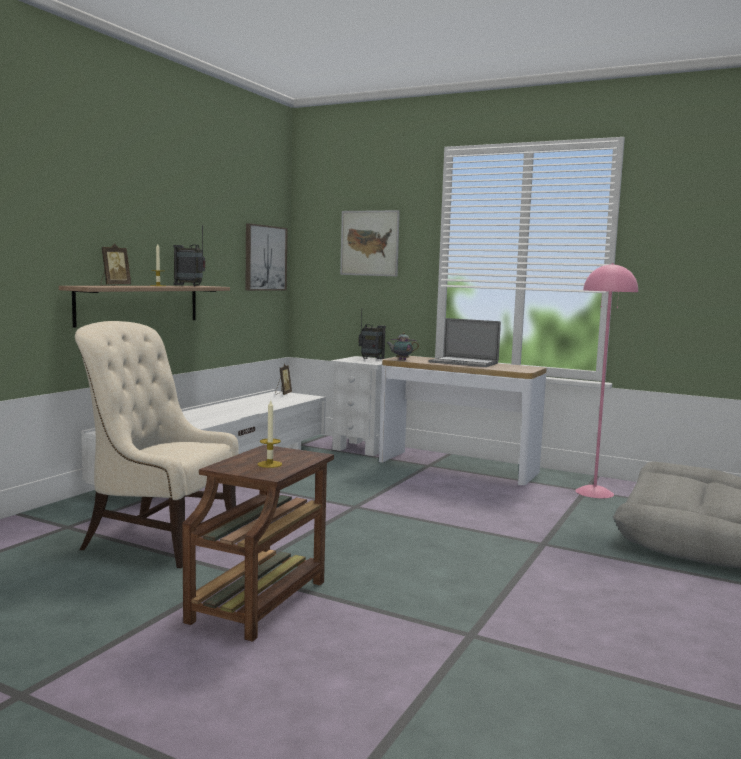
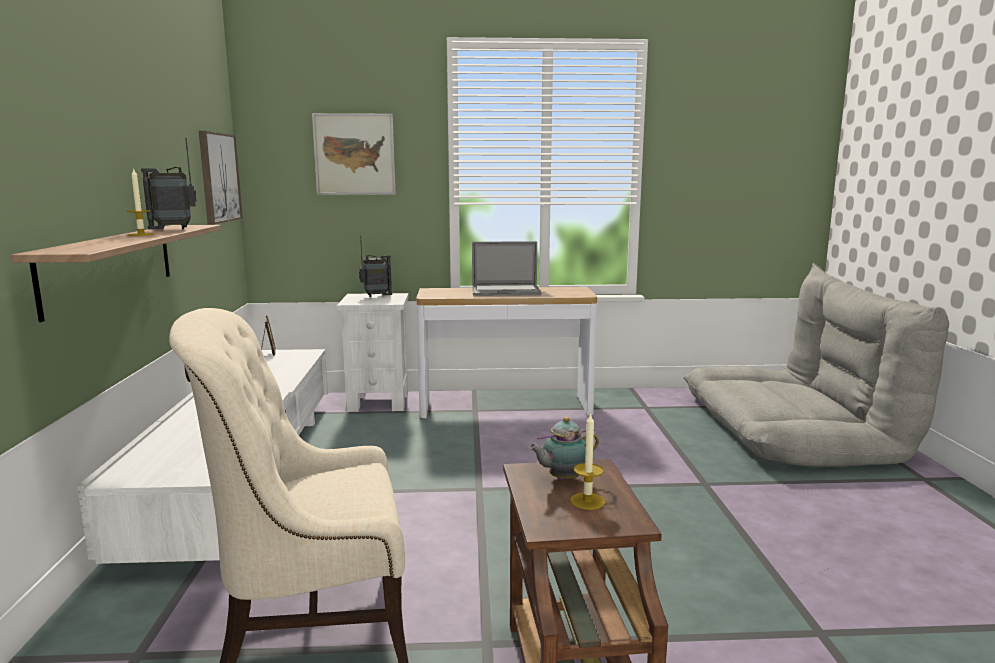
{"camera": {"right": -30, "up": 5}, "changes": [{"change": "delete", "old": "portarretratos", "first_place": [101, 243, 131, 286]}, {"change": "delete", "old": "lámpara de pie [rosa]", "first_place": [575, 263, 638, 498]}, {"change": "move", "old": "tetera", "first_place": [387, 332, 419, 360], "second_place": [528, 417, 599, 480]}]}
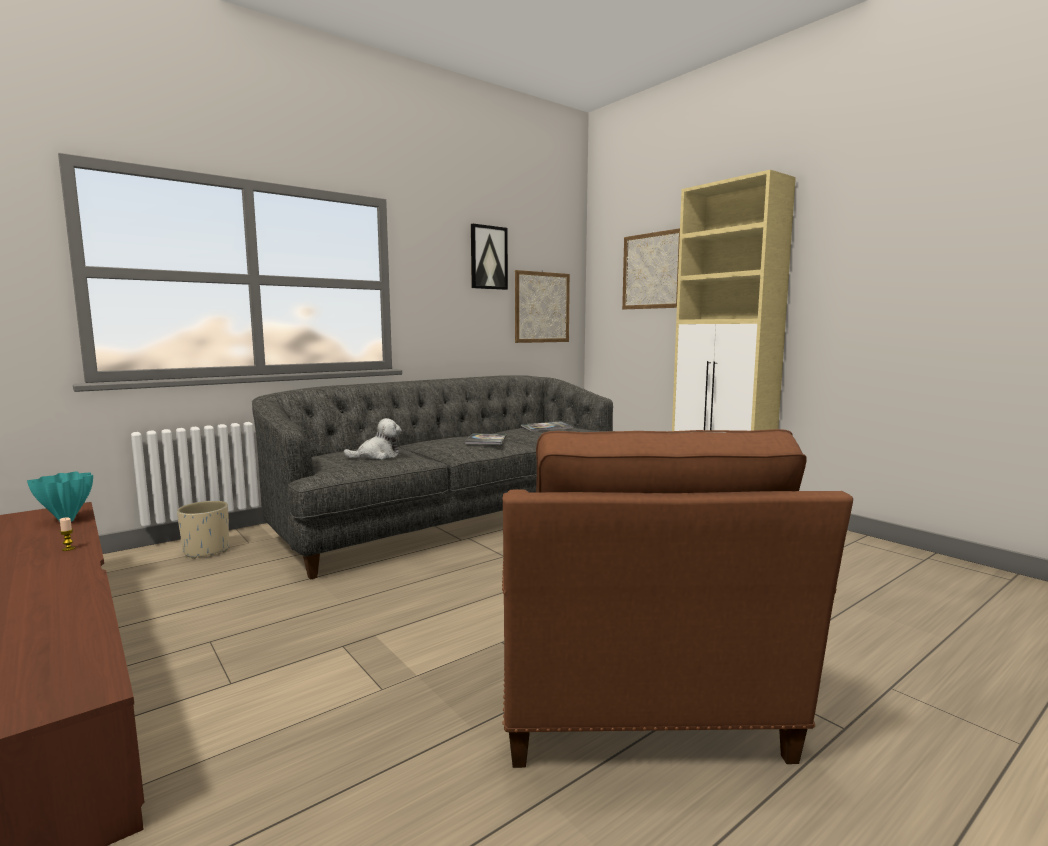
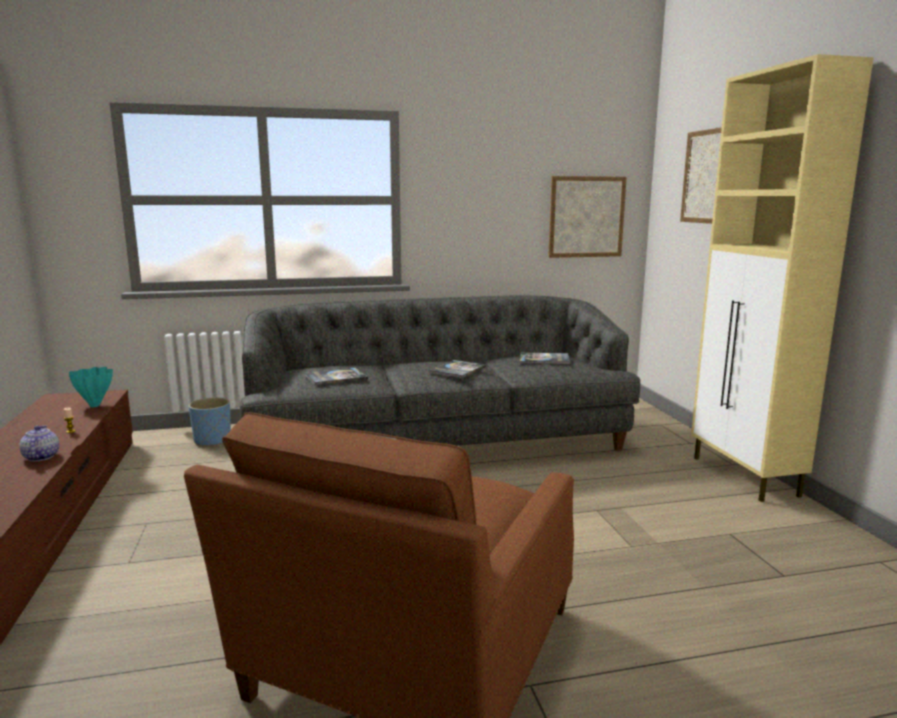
{"camera": {"right": 25, "up": 5}, "changes": [{"change": "delete", "old": "cuadro", "first_place": [471, 224, 508, 290]}, {"change": "replace", "old": "peluche", "new": "libro", "first_place": [343, 418, 402, 459], "second_place": [305, 368, 368, 385]}, {"change": "recolor", "old": "maceta [beis]", "new": "maceta [azul]", "first_place": [177, 501, 229, 559], "second_place": [189, 398, 231, 446]}, {"change": "insert", "new": "tetera", "second_place": [20, 426, 59, 462]}]}
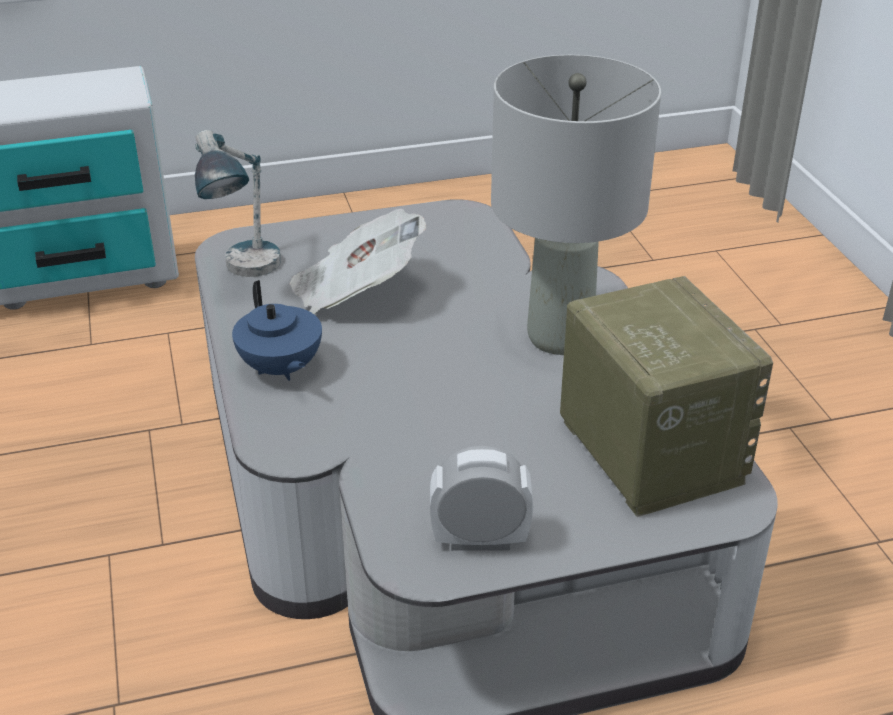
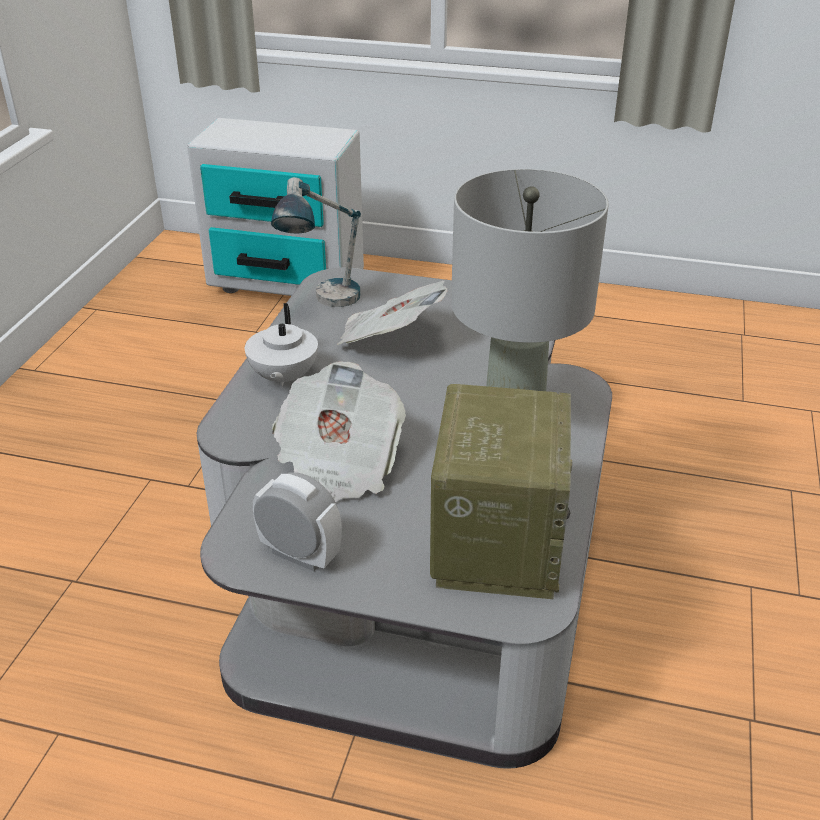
{"camera": {"right": 30, "up": 0}, "changes": [{"change": "recolor", "old": "tetera [azul]", "new": "tetera [blanco]", "first_place": [232, 280, 322, 381], "second_place": [245, 303, 318, 388]}, {"change": "insert", "new": "periódico", "second_place": [272, 361, 406, 502]}]}
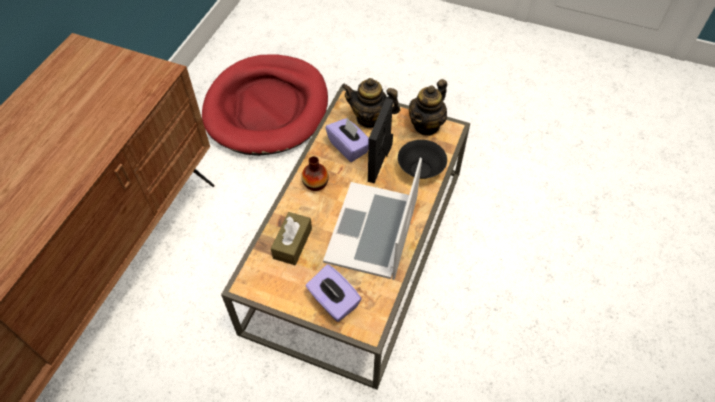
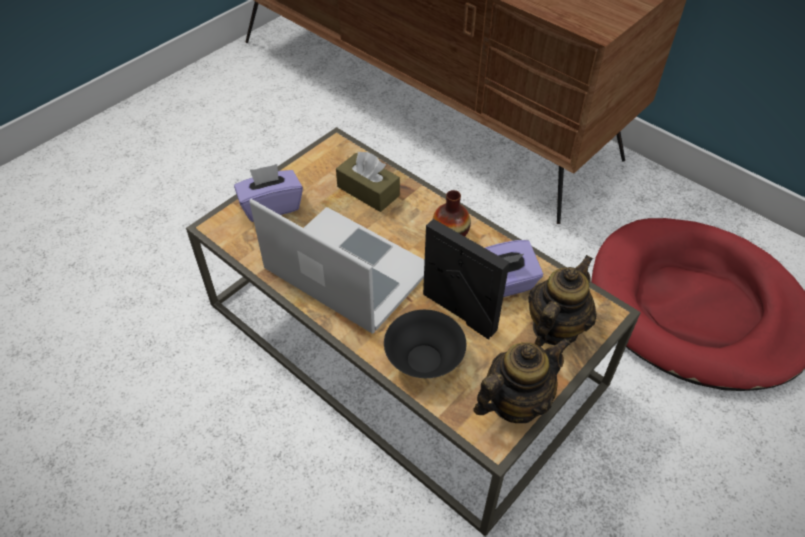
{"camera": {"right": 110, "up": -5}, "changes": [{"change": "rotate", "old": "tetera", "first_place": [409, 79, 447, 136], "second_place": [473, 338, 571, 423], "degrees": 90}]}
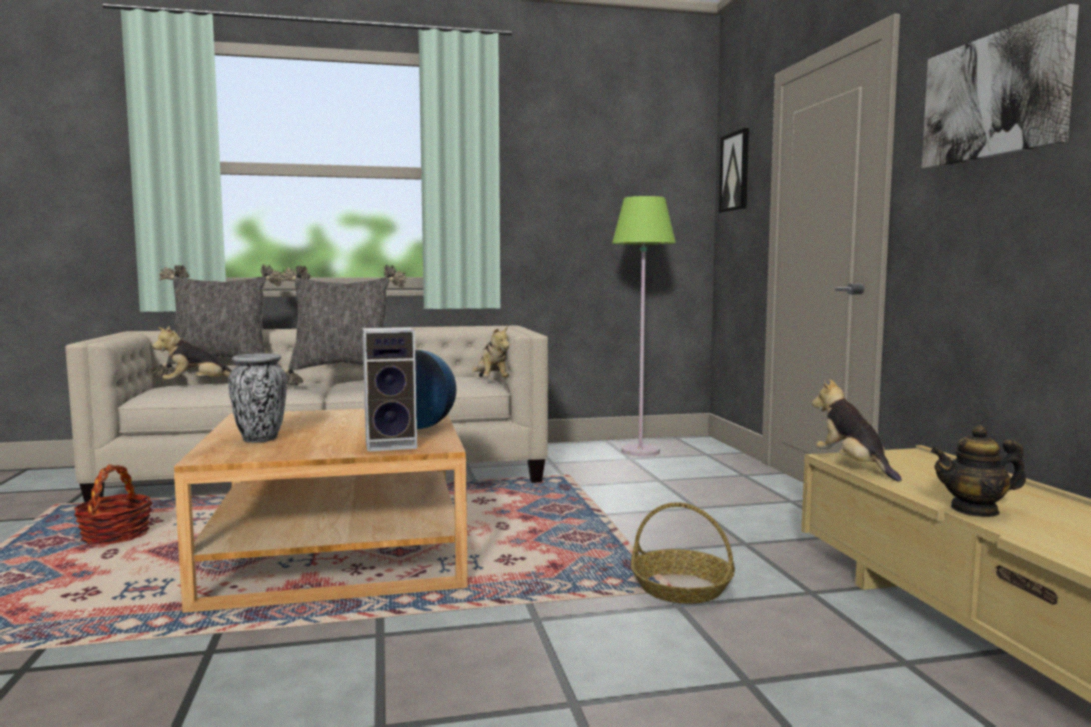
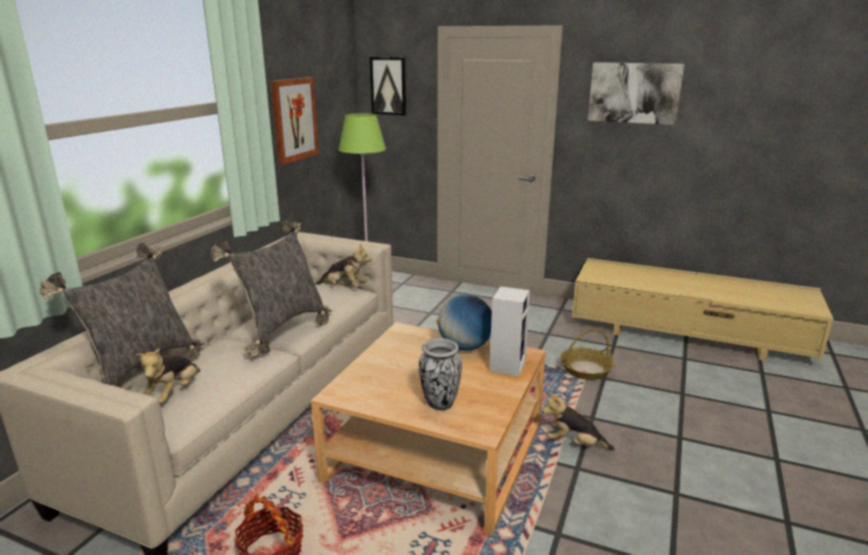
{"camera": {"right": -55, "up": 15}, "changes": [{"change": "move", "old": "peluche", "first_place": [812, 379, 902, 482], "second_place": [542, 392, 615, 450]}, {"change": "delete", "old": "tetera", "first_place": [931, 425, 1026, 517]}, {"change": "insert", "new": "cuadro", "second_place": [271, 77, 319, 165]}]}
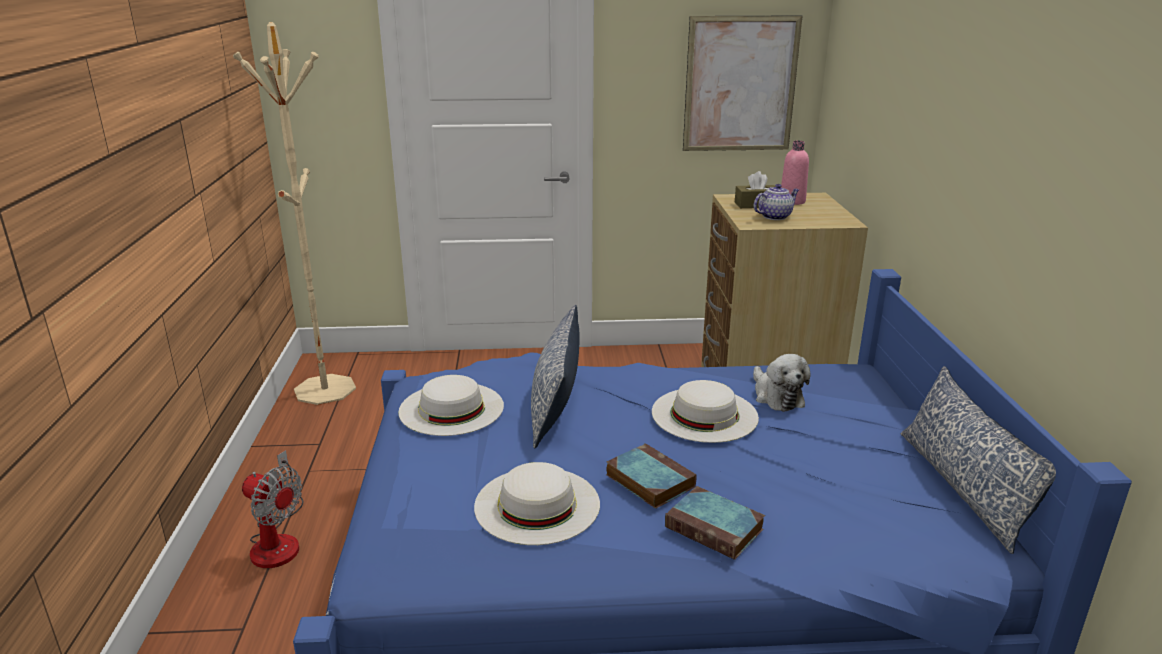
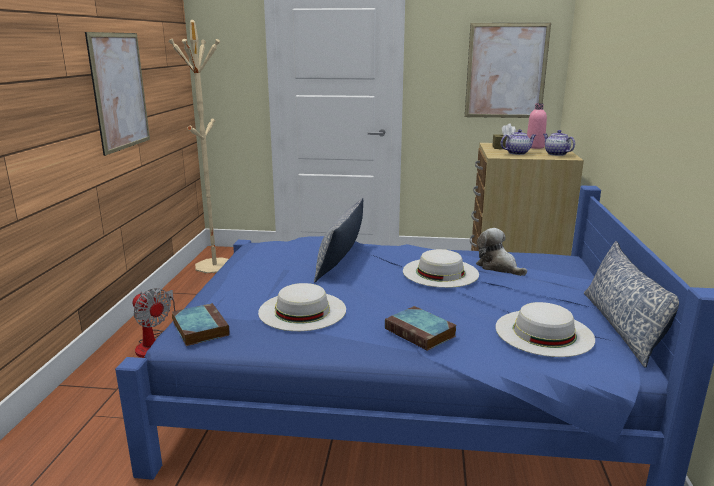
{"camera": {"right": 10, "up": -5}, "changes": [{"change": "rotate", "old": "peluche", "first_place": [753, 354, 811, 412], "second_place": [476, 228, 527, 276], "degrees": 150}, {"change": "move", "old": "sombrero [blanco]", "first_place": [398, 375, 504, 436], "second_place": [496, 302, 595, 357]}, {"change": "move", "old": "libro", "first_place": [606, 443, 697, 509], "second_place": [172, 303, 229, 346]}, {"change": "insert", "new": "cuadro", "second_place": [85, 32, 150, 156]}, {"change": "insert", "new": "tetera", "second_place": [543, 130, 575, 156]}]}
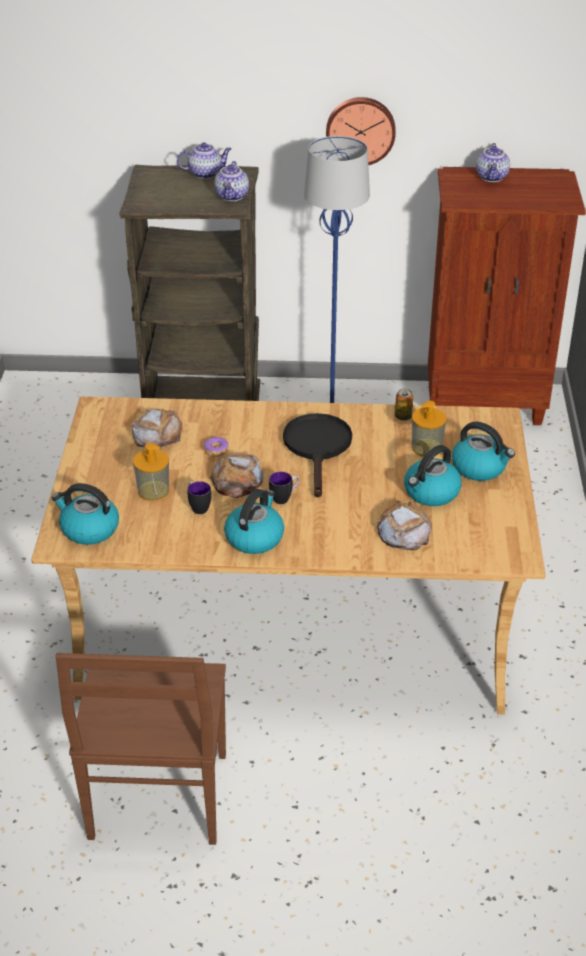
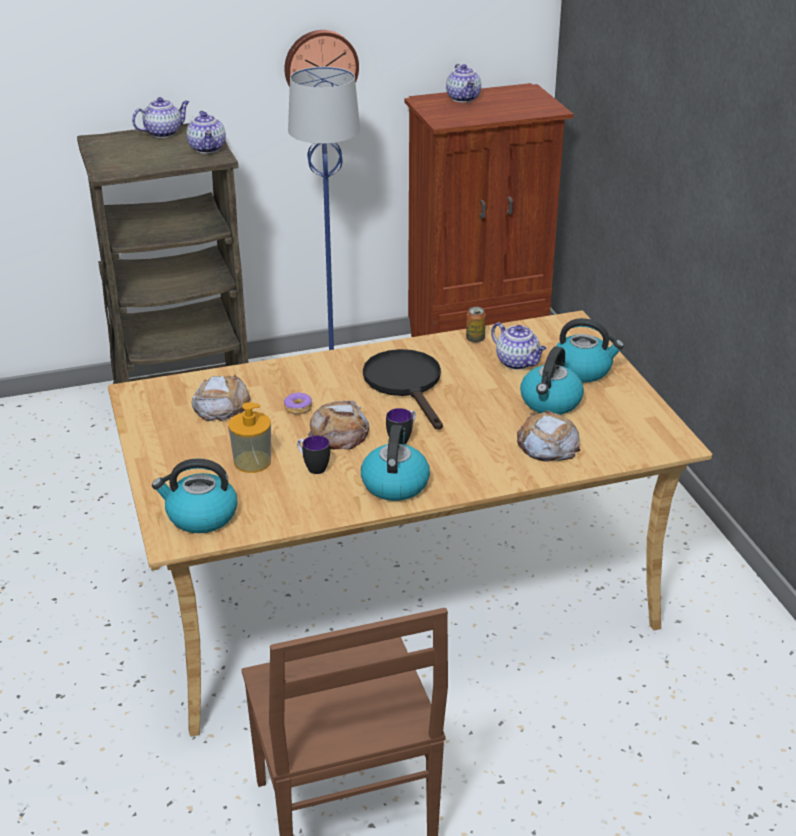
{"camera": {"right": -20, "up": -5}, "changes": [{"change": "replace", "old": "dispensador de jabón", "new": "tetera", "first_place": [412, 401, 447, 457], "second_place": [491, 322, 546, 370]}]}
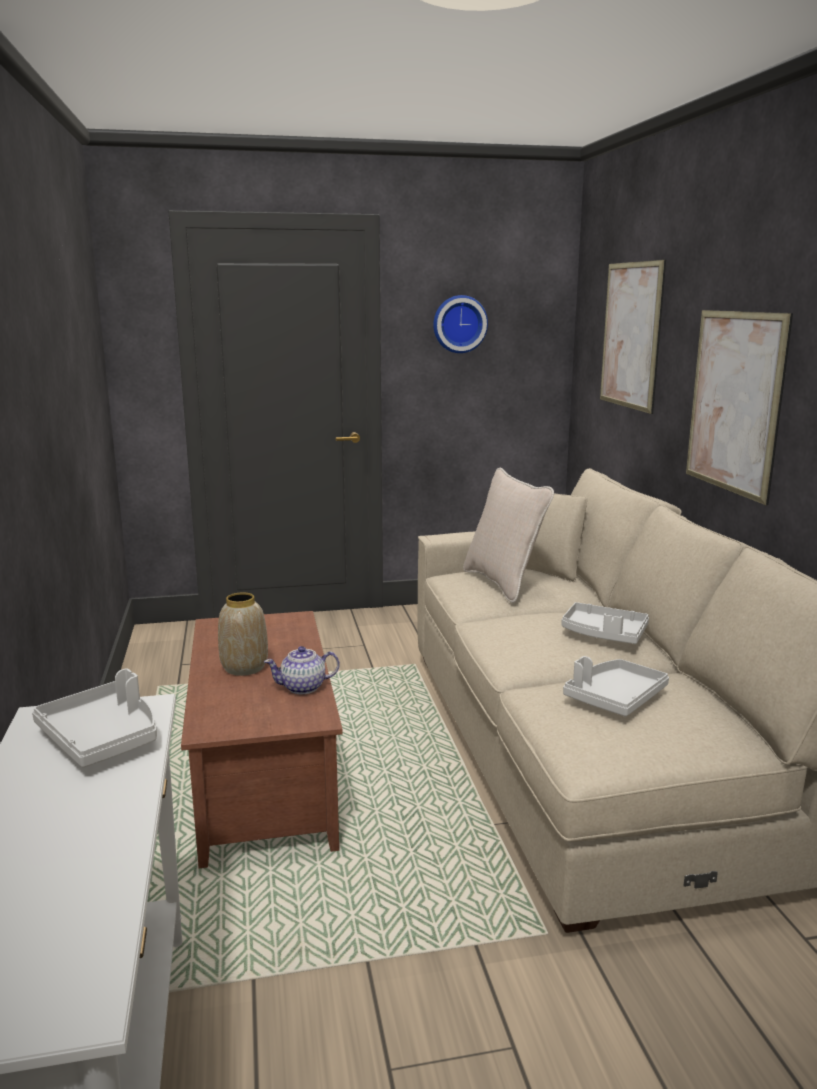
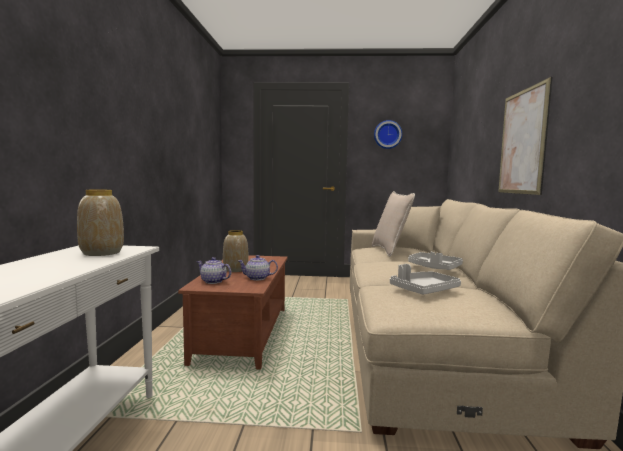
{"camera": {"right": 15, "up": -10}, "changes": [{"change": "delete", "old": "cuadro", "first_place": [600, 259, 666, 414]}, {"change": "replace", "old": "bandeja [gris]", "new": "florero", "first_place": [32, 668, 157, 768], "second_place": [77, 190, 124, 256]}, {"change": "insert", "new": "tetera", "second_place": [197, 257, 232, 284]}]}
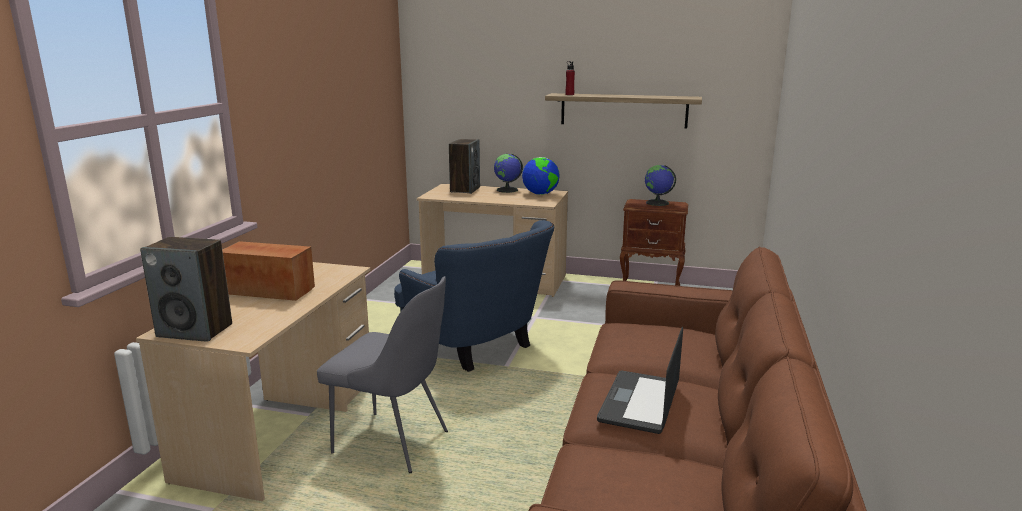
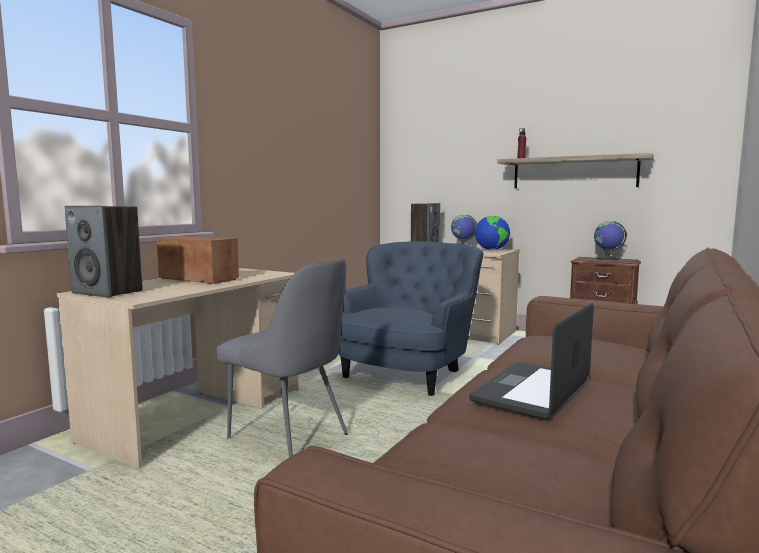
{"camera": {"right": 15, "up": -10}, "changes": [{"change": "rotate", "old": "sillón [azul]", "first_place": [394, 220, 554, 372], "second_place": [338, 241, 484, 396], "degrees": -120}]}
